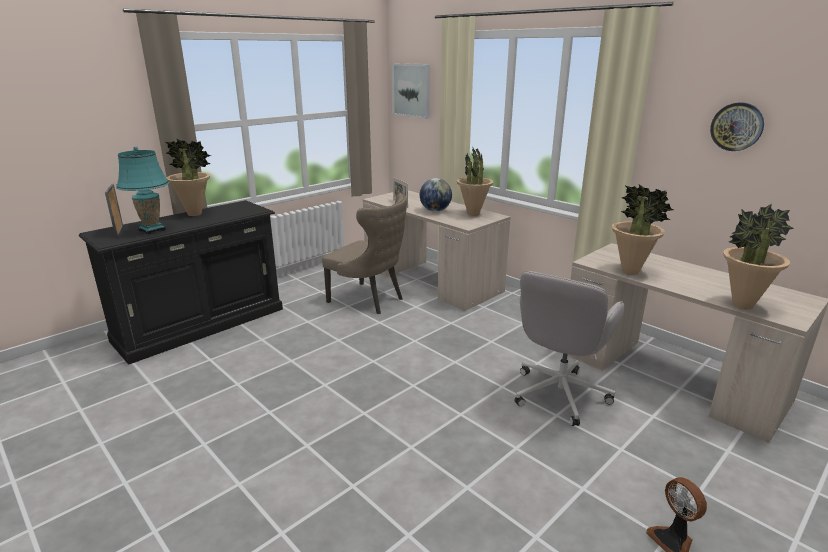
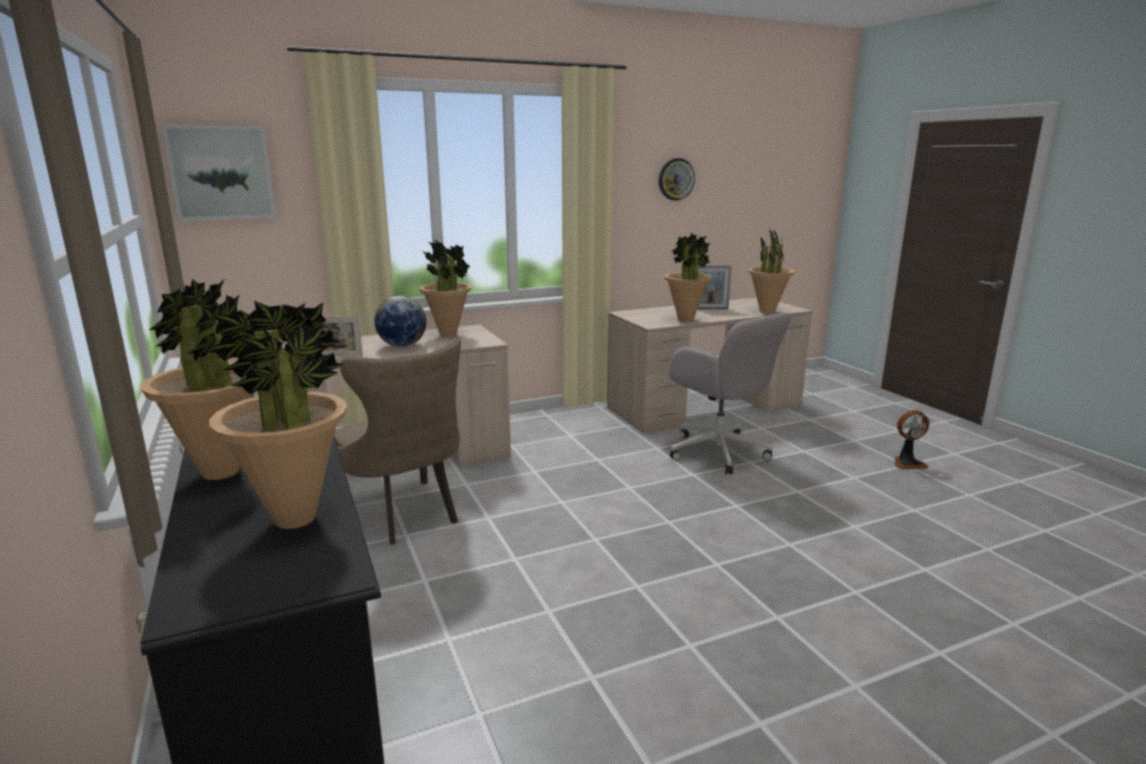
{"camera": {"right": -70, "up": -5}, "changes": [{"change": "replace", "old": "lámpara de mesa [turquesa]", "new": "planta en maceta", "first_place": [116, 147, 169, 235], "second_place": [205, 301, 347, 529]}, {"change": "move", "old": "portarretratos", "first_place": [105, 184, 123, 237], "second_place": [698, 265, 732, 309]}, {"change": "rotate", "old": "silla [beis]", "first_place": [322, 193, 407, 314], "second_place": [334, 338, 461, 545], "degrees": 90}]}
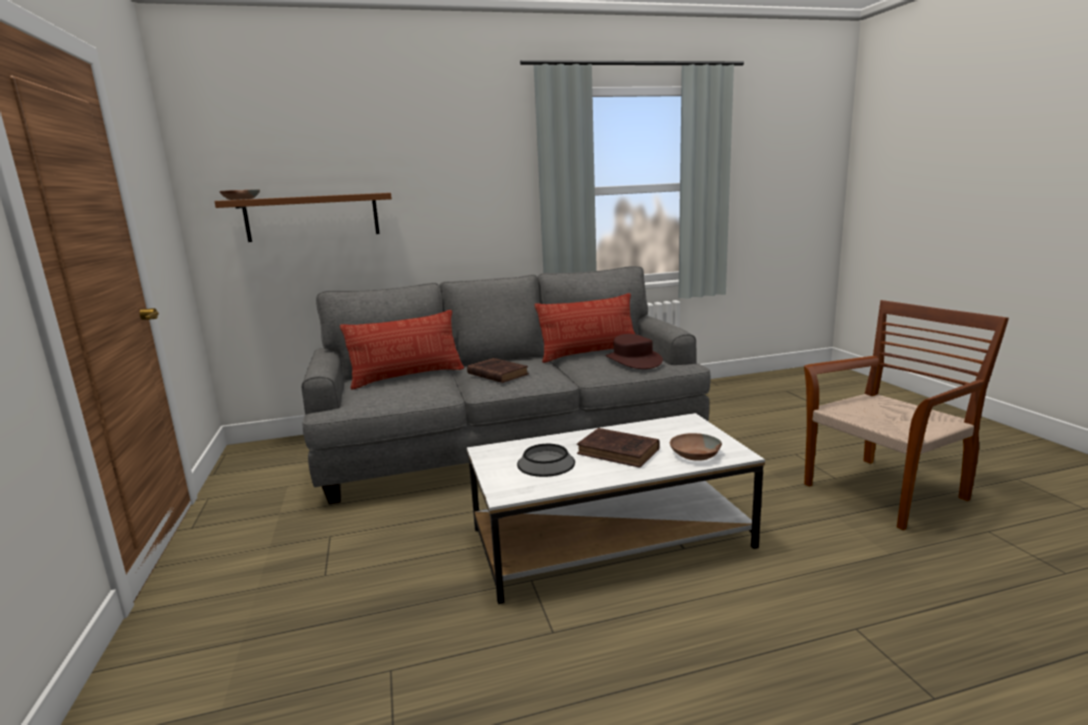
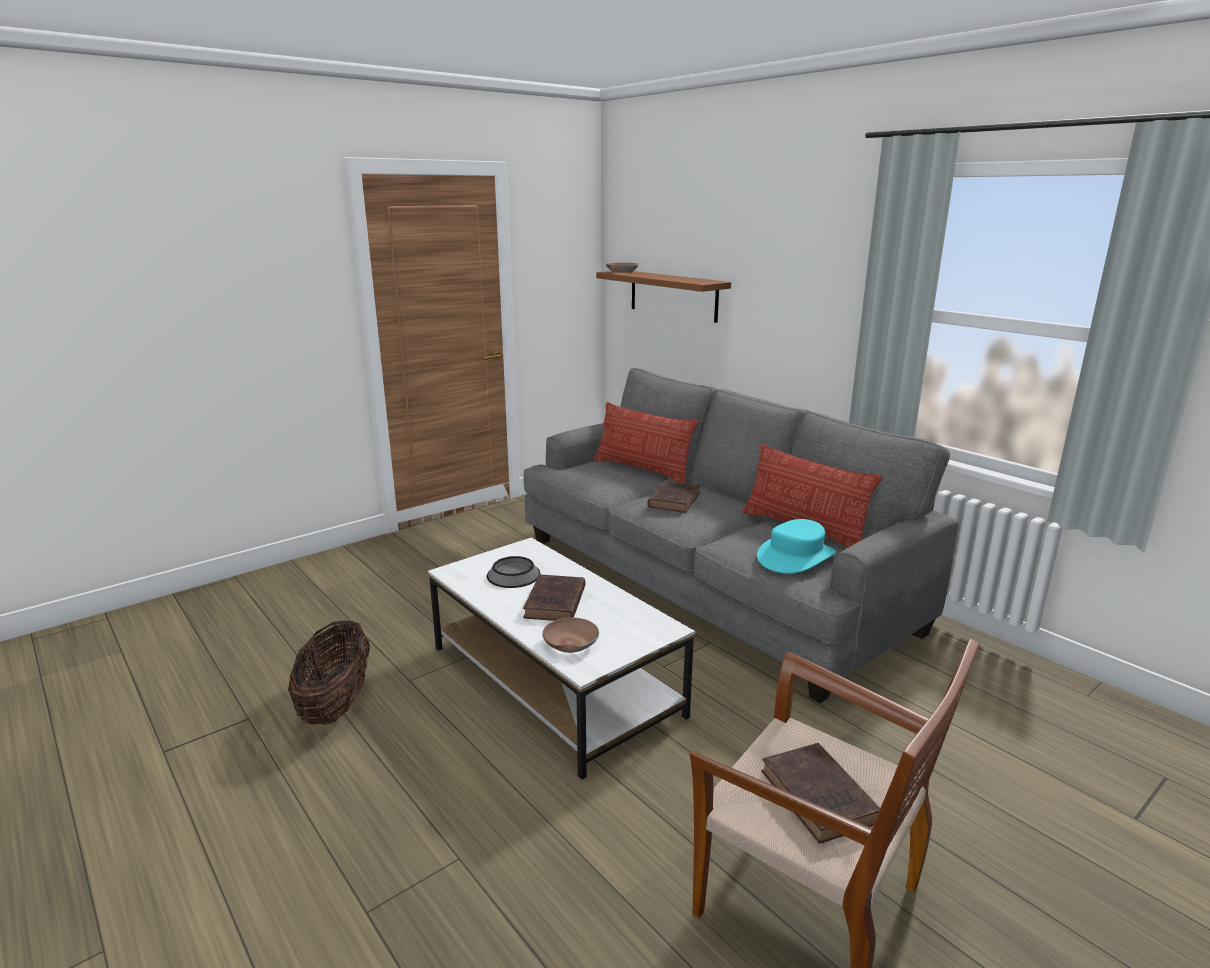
{"camera": {"right": 65, "up": 5}, "changes": [{"change": "recolor", "old": "sombrero [marrón]", "new": "sombrero [turquesa]", "first_place": [606, 334, 663, 369], "second_place": [757, 519, 836, 573]}, {"change": "insert", "new": "cesta", "second_place": [288, 620, 370, 725]}, {"change": "insert", "new": "libro [marrón]", "second_place": [761, 743, 880, 844]}]}
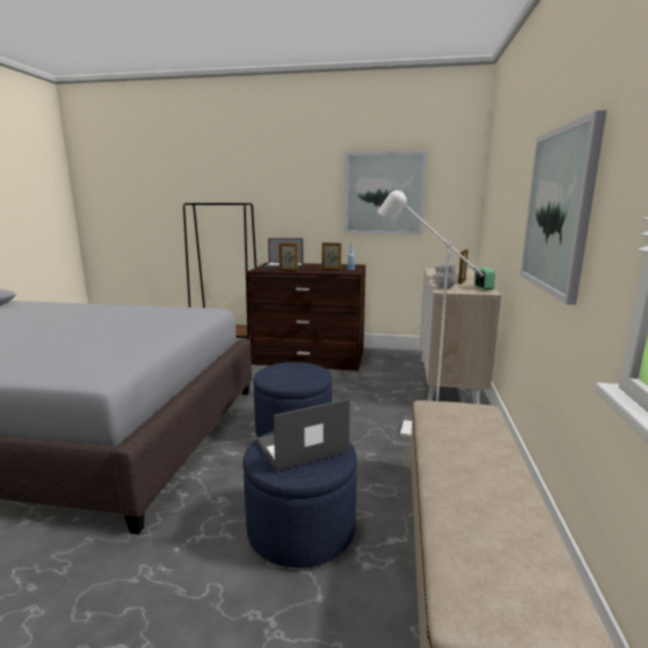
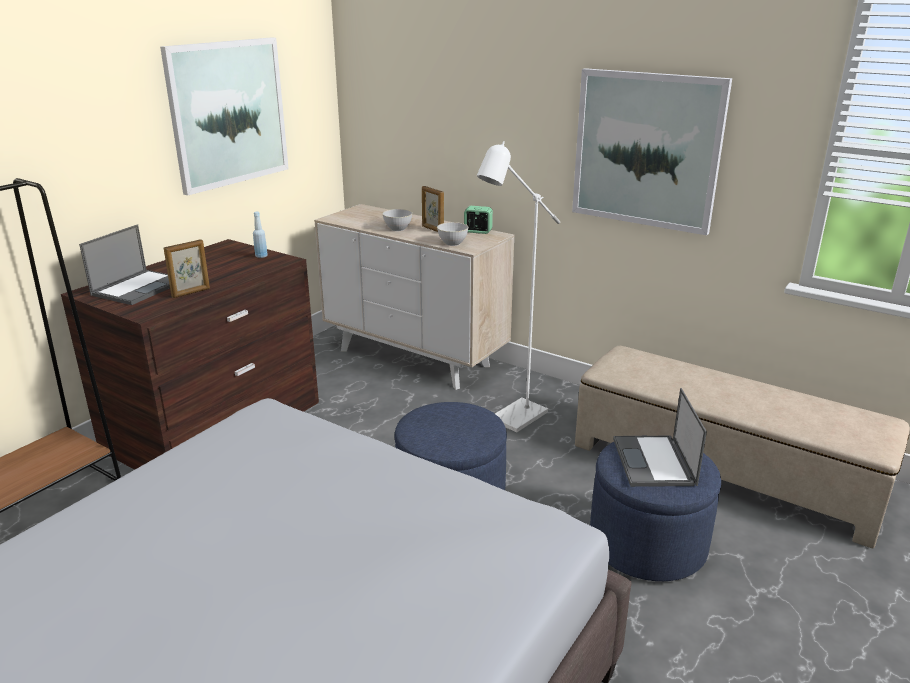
{"camera": {"right": -65, "up": 10}, "changes": [{"change": "delete", "old": "portarretratos", "first_place": [322, 242, 342, 270]}]}
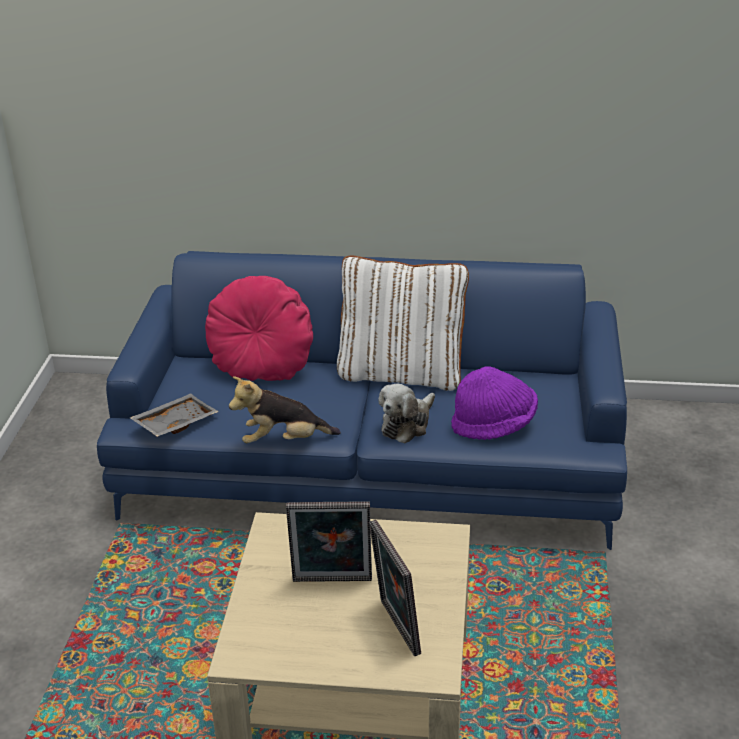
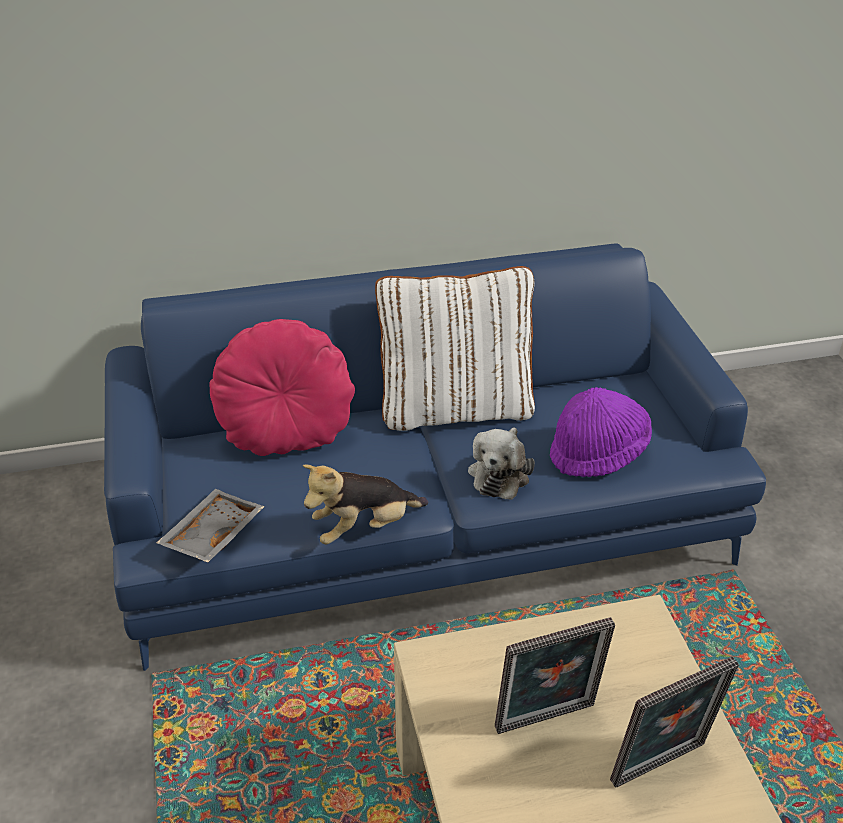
{"camera": {"right": -20, "up": 5}, "changes": [{"change": "rotate", "old": "portarretratos", "first_place": [369, 520, 421, 656], "second_place": [610, 656, 739, 788], "degrees": -75}]}
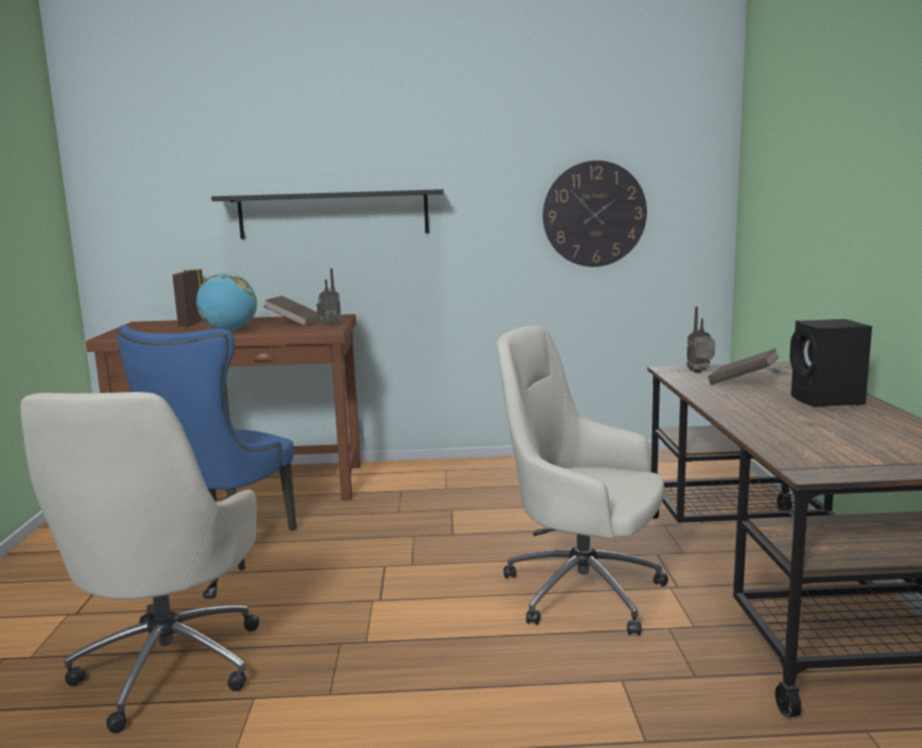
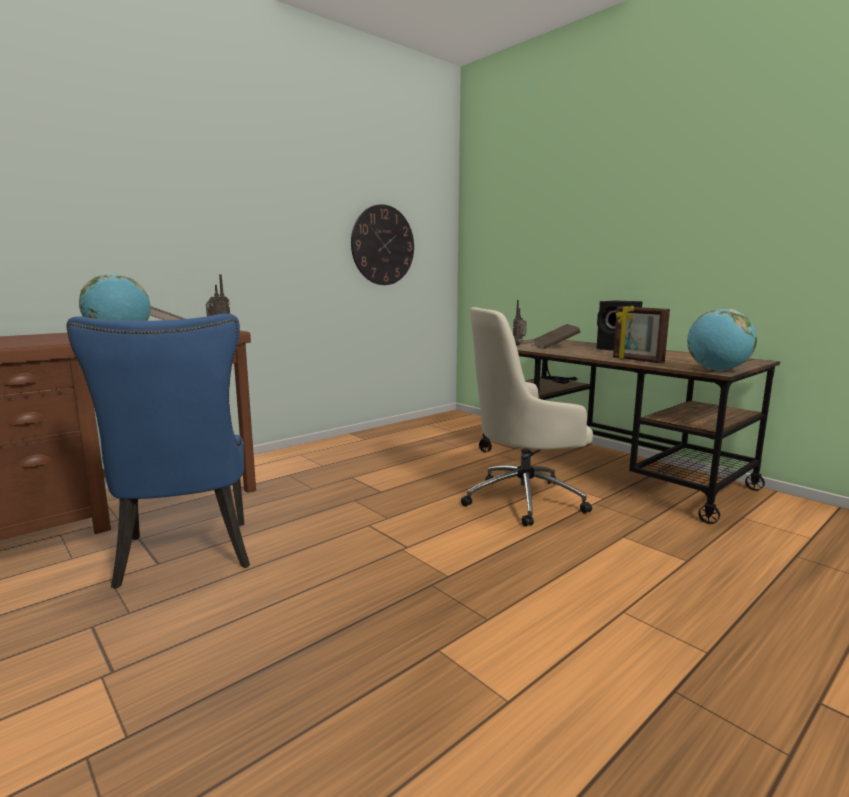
{"camera": {"right": -40, "up": 0}, "changes": [{"change": "delete", "old": "estante [negro]", "first_place": [211, 189, 444, 239]}, {"change": "move", "old": "portarretratos", "first_place": [173, 269, 203, 327], "second_place": [613, 305, 670, 363]}, {"change": "delete", "old": "silla de oficina [beis]", "first_place": [21, 392, 259, 733]}, {"change": "insert", "new": "globo terráqueo", "second_place": [687, 309, 757, 371]}]}
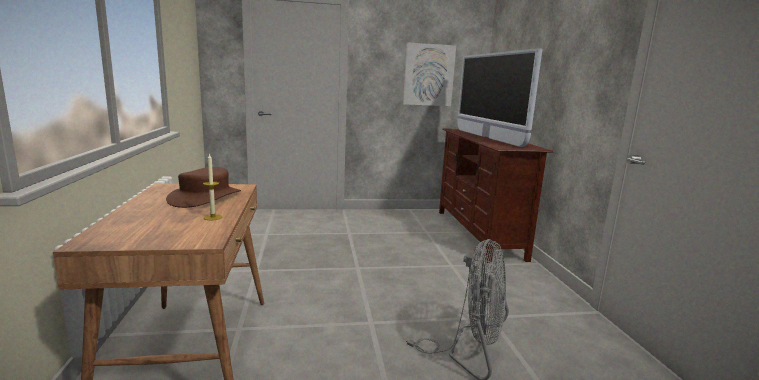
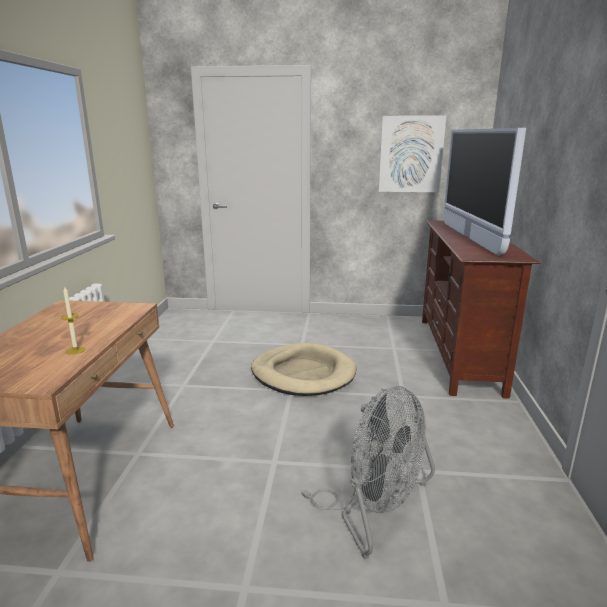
{"camera": {"right": 15, "up": 5}, "changes": [{"change": "delete", "old": "sombrero [marrón]", "first_place": [166, 167, 241, 208]}, {"change": "insert", "new": "cama para perro [beis]", "second_place": [251, 343, 357, 396]}]}
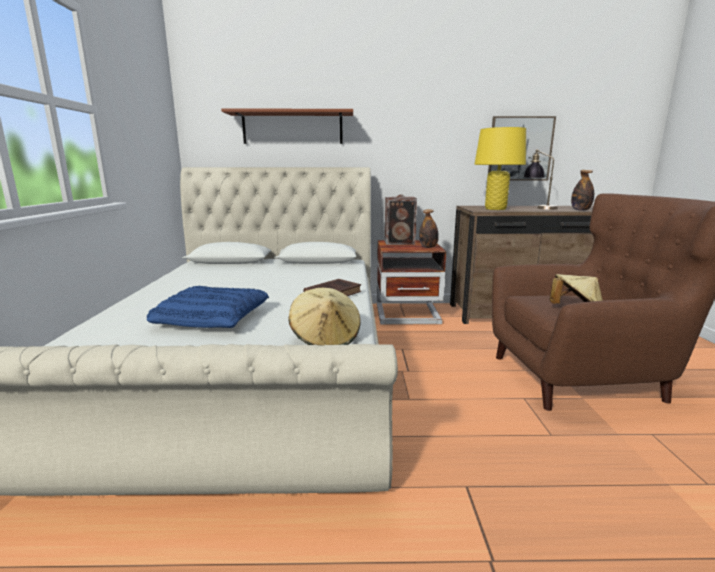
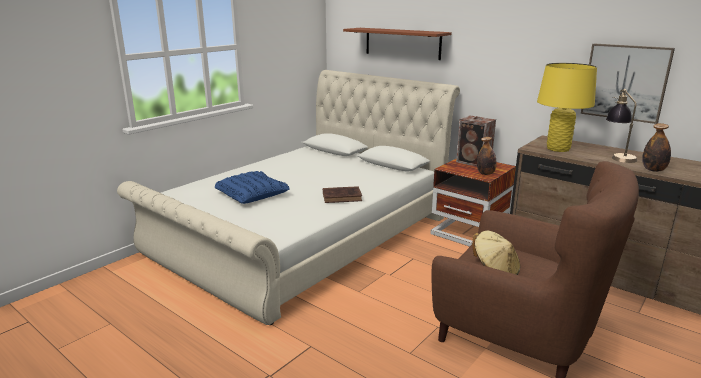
{"camera": {"right": 40, "up": 5}, "changes": [{"change": "delete", "old": "sombrero [beis]", "first_place": [289, 288, 361, 345]}]}
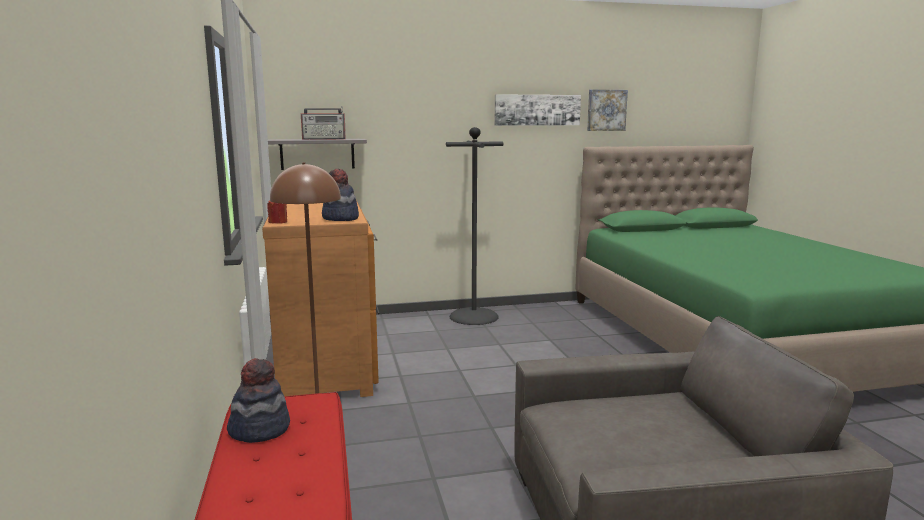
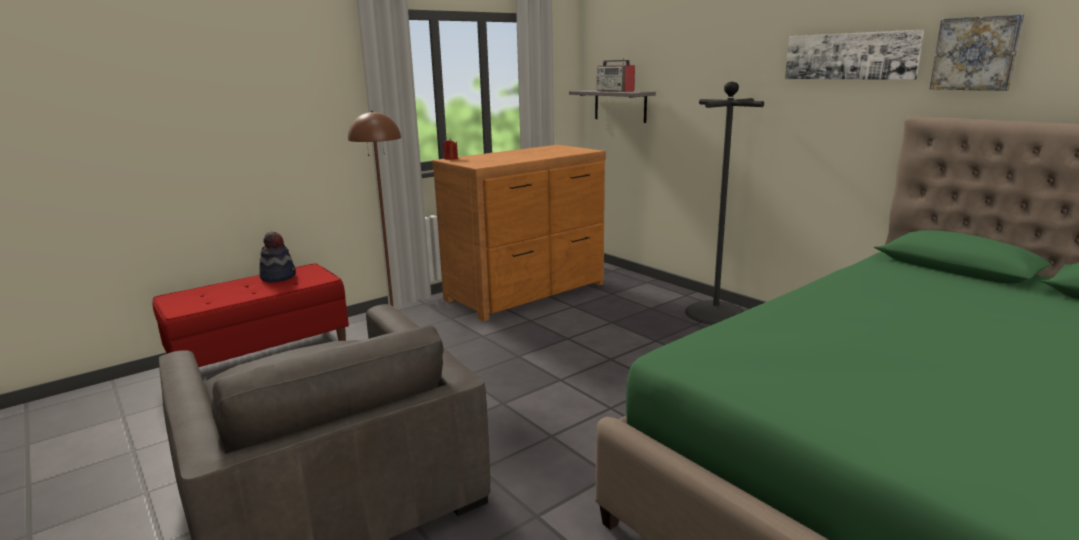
{"camera": {"right": 65, "up": 5}, "changes": [{"change": "delete", "old": "sombrero", "first_place": [322, 169, 359, 221]}]}
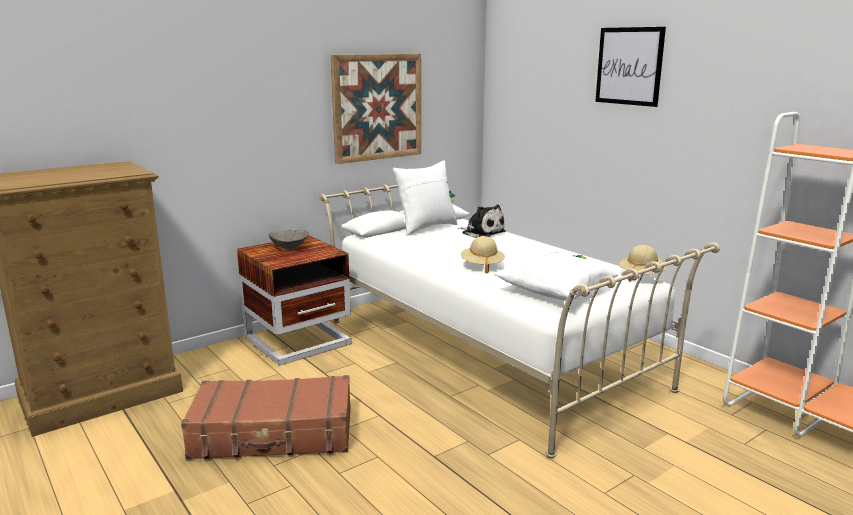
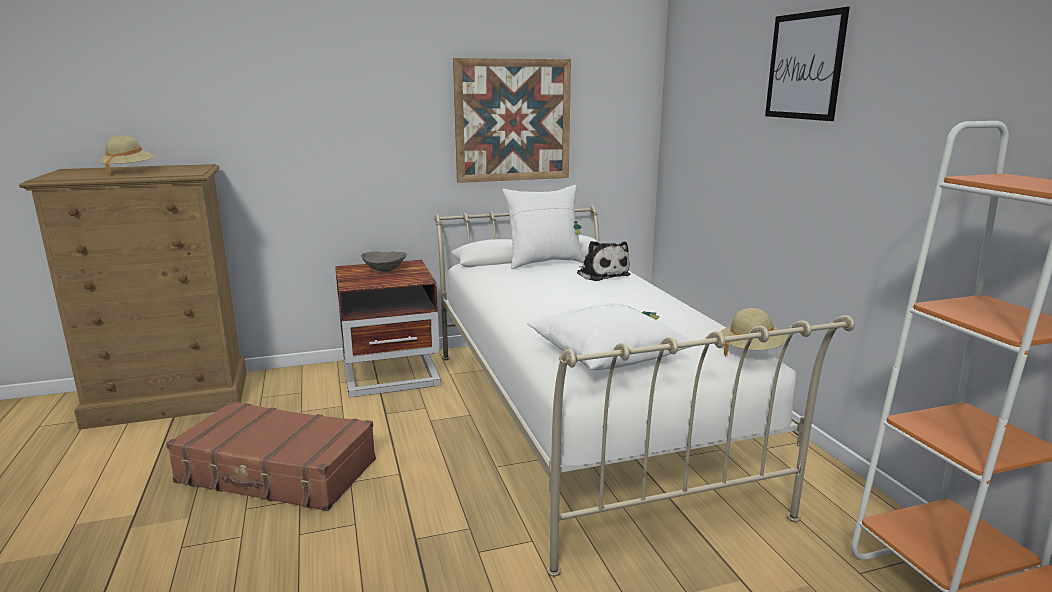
{"camera": {"right": 20, "up": 0}, "changes": [{"change": "move", "old": "sombrero [beis]", "first_place": [461, 236, 505, 274], "second_place": [97, 135, 156, 175]}]}
